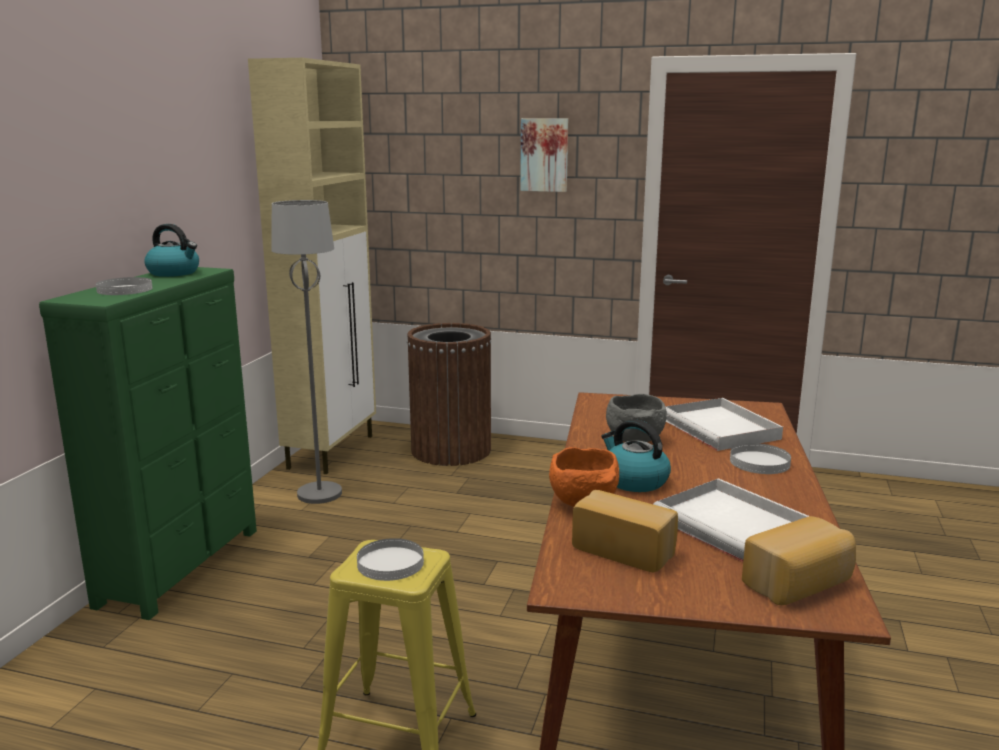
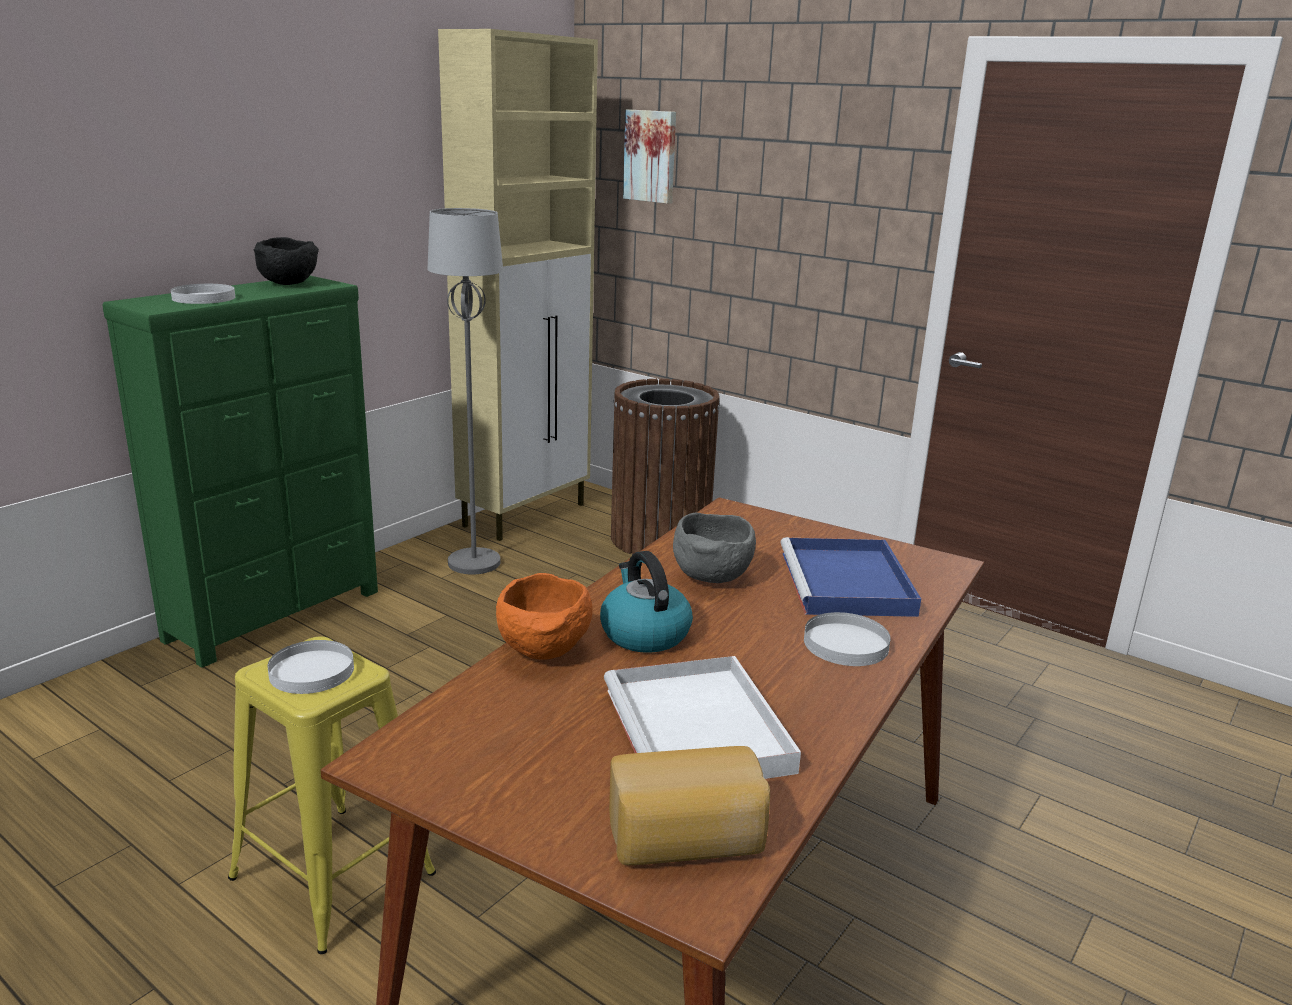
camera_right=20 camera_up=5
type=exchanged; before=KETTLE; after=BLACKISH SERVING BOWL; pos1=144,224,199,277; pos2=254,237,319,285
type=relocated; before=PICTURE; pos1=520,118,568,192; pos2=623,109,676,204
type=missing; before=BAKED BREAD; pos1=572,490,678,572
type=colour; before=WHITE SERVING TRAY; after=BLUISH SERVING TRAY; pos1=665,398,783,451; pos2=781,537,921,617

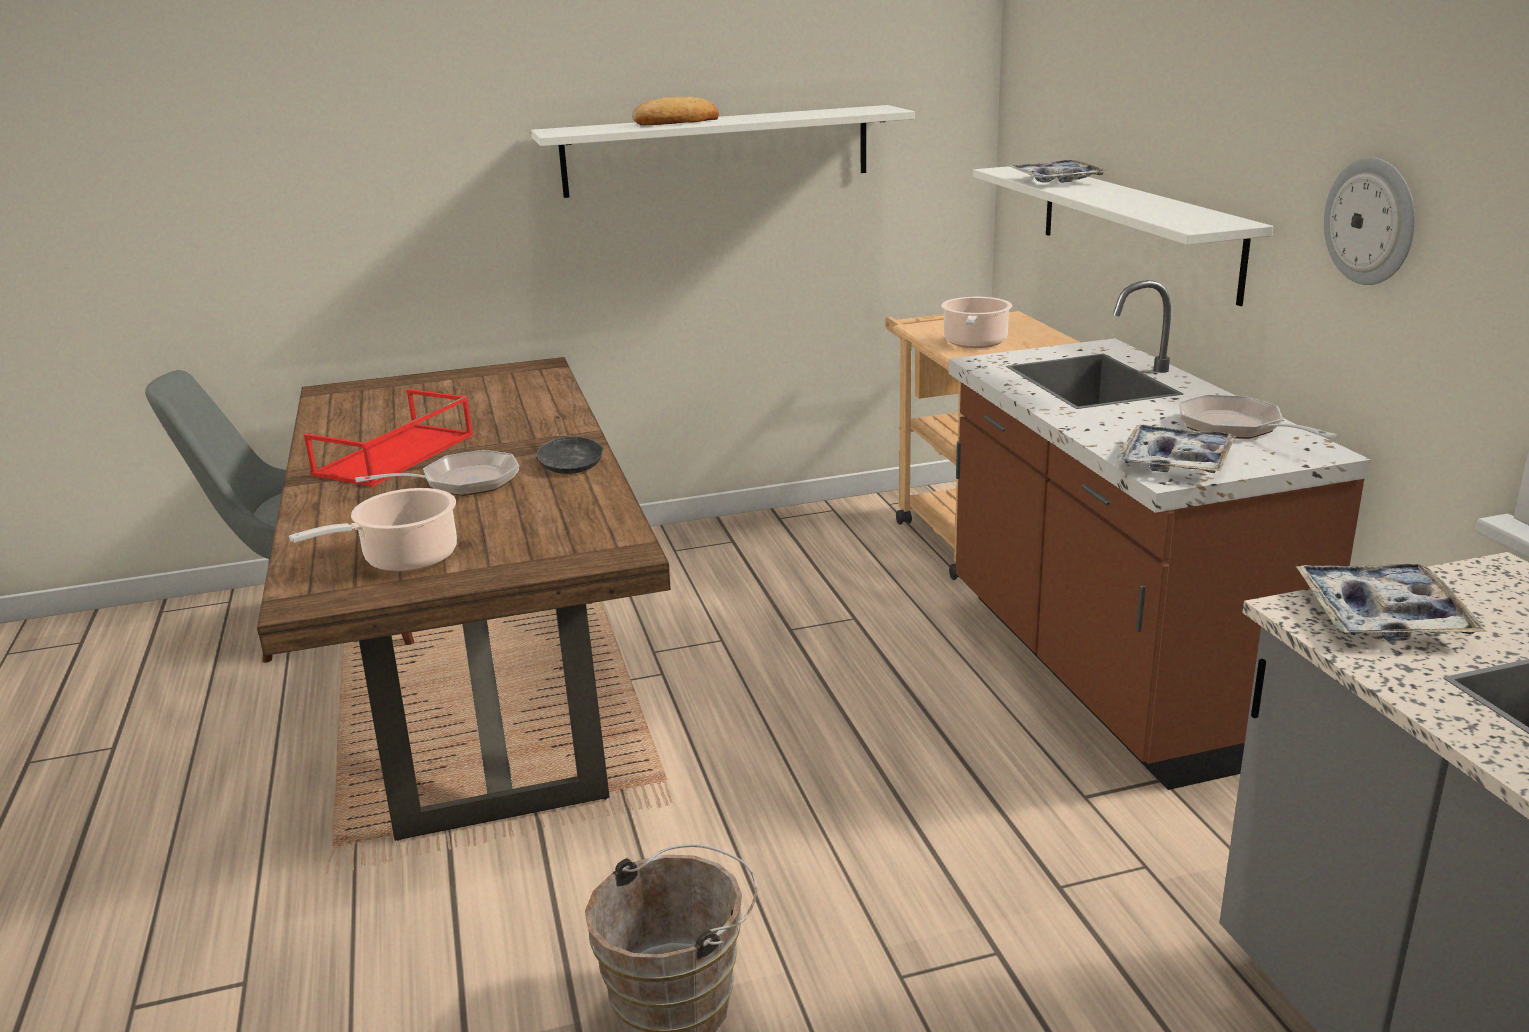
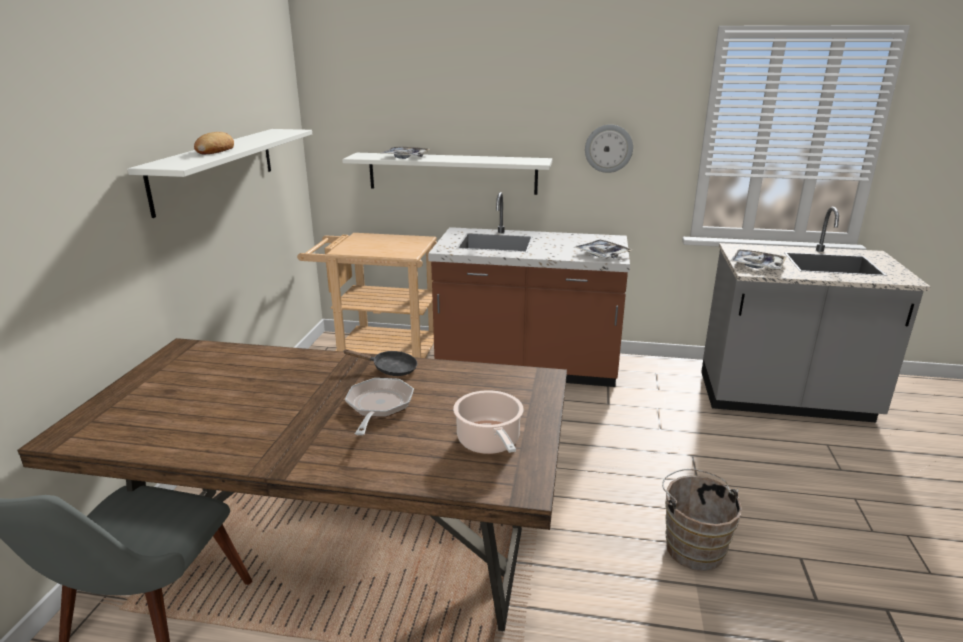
camera_right=-65 camera_up=0
type=missing; before=RED SERVING TRAY; pos1=304,389,473,487
type=missing; before=STOCKPOT; pos1=941,297,1012,348
type=missing; before=PAN; pos1=1179,395,1337,439

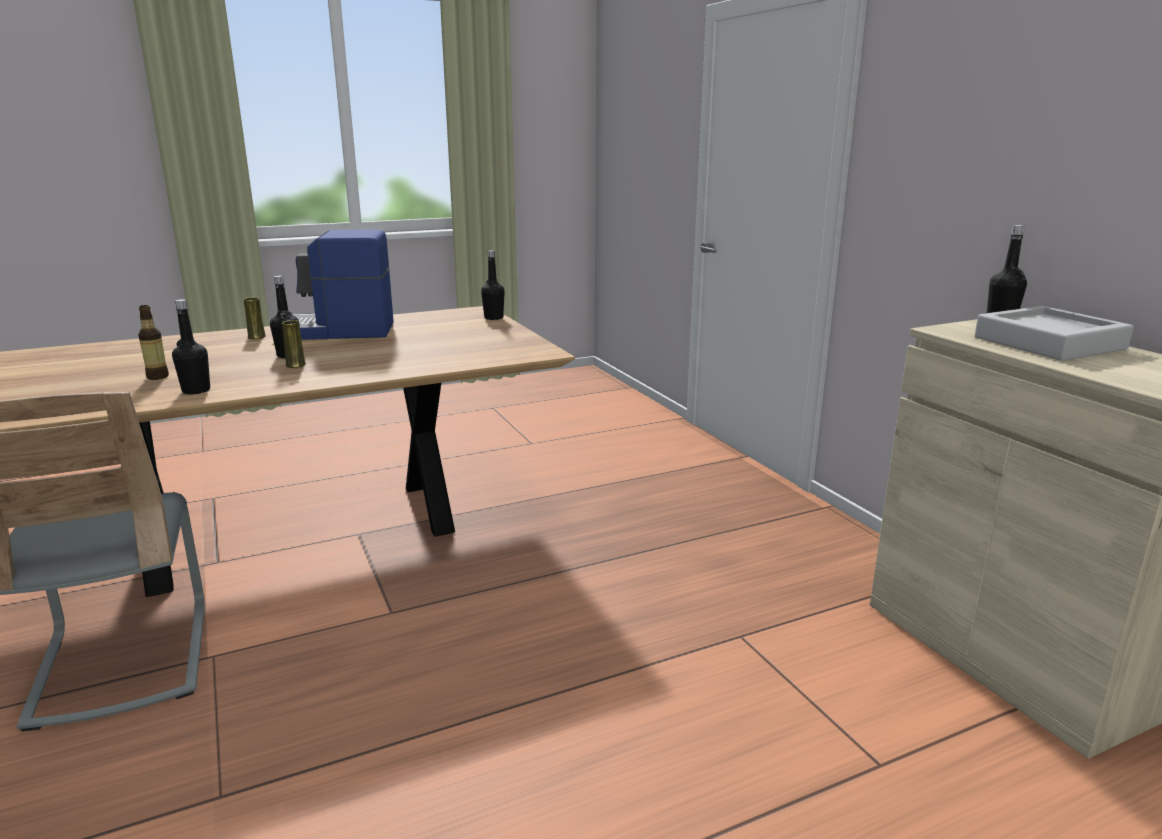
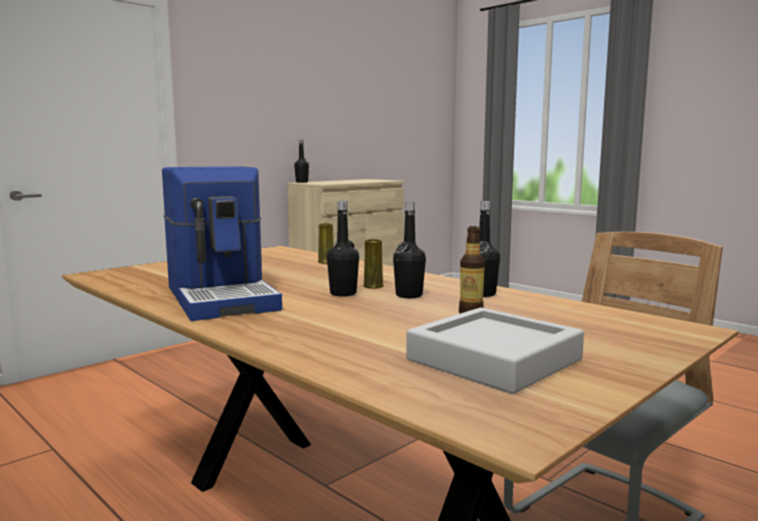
camera_right=-110 camera_up=-10
type=relocated; before=YELLOW FLOWER VASE; pos1=244,297,266,339; pos2=318,223,334,264
type=relocated; before=BLACKISH BOTTLE; pos1=481,250,505,320; pos2=393,201,426,298
type=relocated; before=GRAY SERVING TRAY; pos1=975,306,1134,361; pos2=406,307,584,394

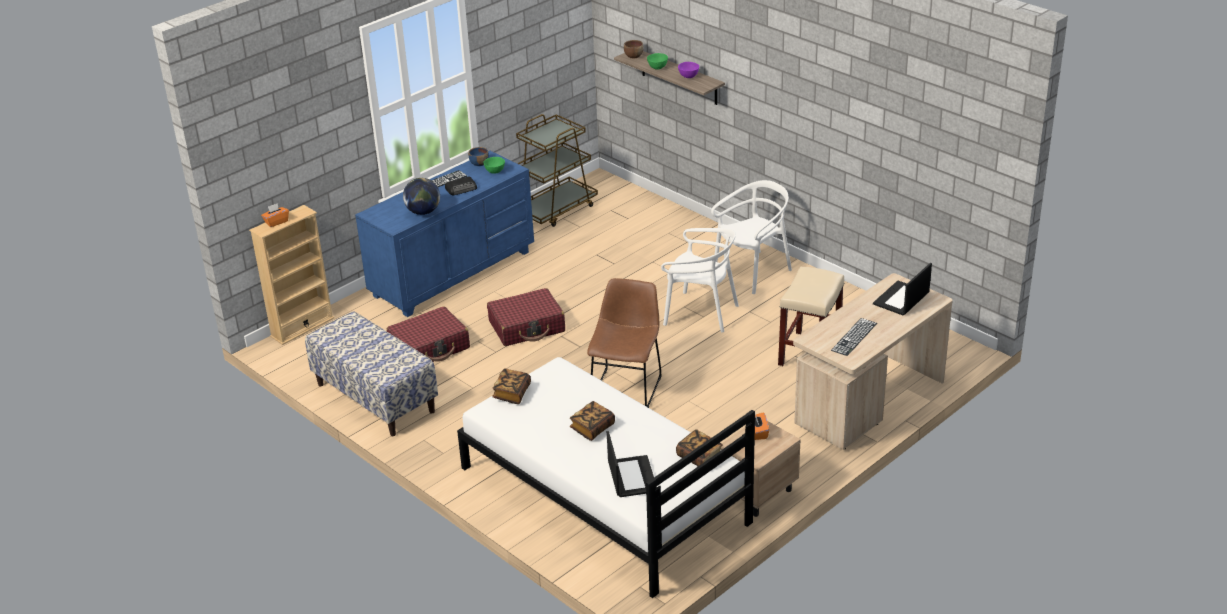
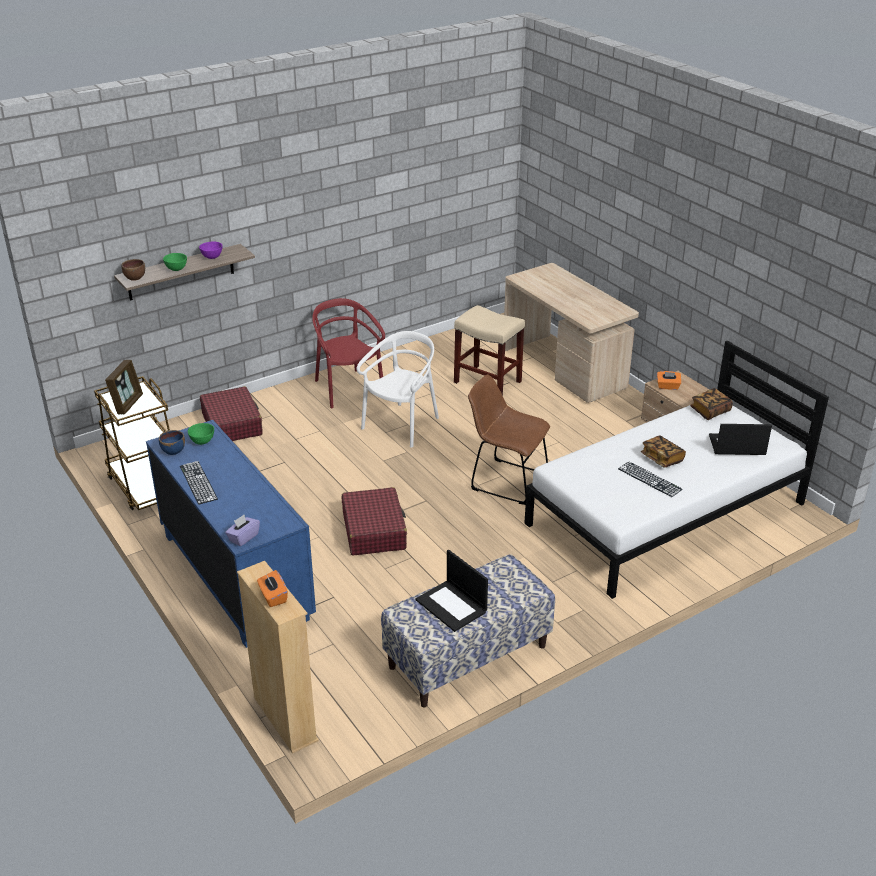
camera_right=-80 camera_up=0
type=relocated; before=RED TRAVEL CASE; pos1=387,307,470,362; pos2=200,386,263,441
type=missing; before=GLOBE; pos1=403,178,440,215
type=missing; before=RADIO; pos1=445,176,477,195
type=missing; before=VOLUME; pos1=492,369,531,404
type=colour; before=WHITE CHAIR; after=RED CHAIR; pos1=711,180,792,294; pos2=312,298,385,408
type=relocated; before=PC KEYBOARD; pos1=831,318,877,356; pos2=618,462,683,497
type=relocated; before=PORTABLE COMPUTER; pos1=873,263,932,315; pos2=416,550,488,632
type=appeared; after=PHOTO FRAME; pos2=105,360,143,414
type=appeared; after=PURPLE TISSUE BOX; pos2=225,515,260,546

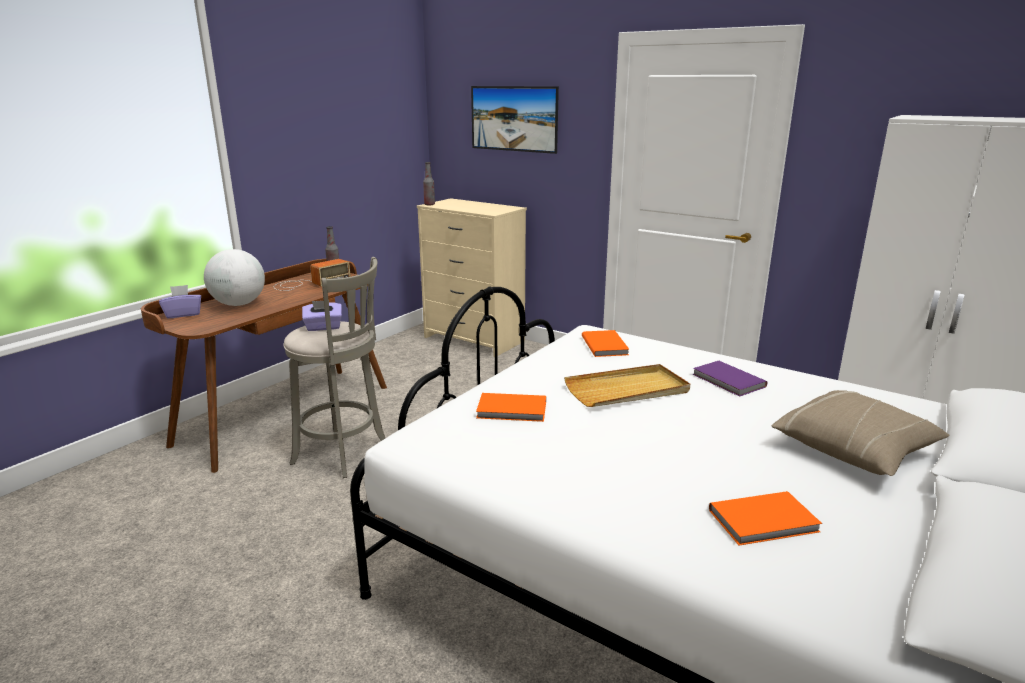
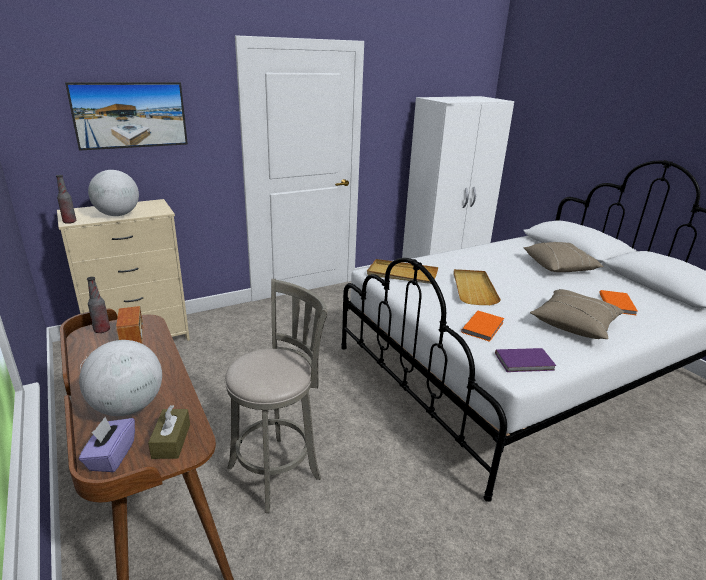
camera_right=-65 camera_up=5
type=missing; before=PURPLE TISSUE BOX; pos1=302,301,342,331
type=exchanged; before=ORANGE VOLUME; after=BEIGE SERVING TRAY; pos1=582,330,629,357; pos2=367,259,438,284
type=relocated; before=PURPLE VOLUME; pos1=692,361,767,397; pos2=495,348,556,372
type=appeared; after=GLOBE; pos2=88,170,139,216
type=appeared; after=BROWNISH TISSUE BOX; pos2=148,405,190,459
type=appeared; after=BEIGE THROW PILLOW; pos2=530,289,624,339

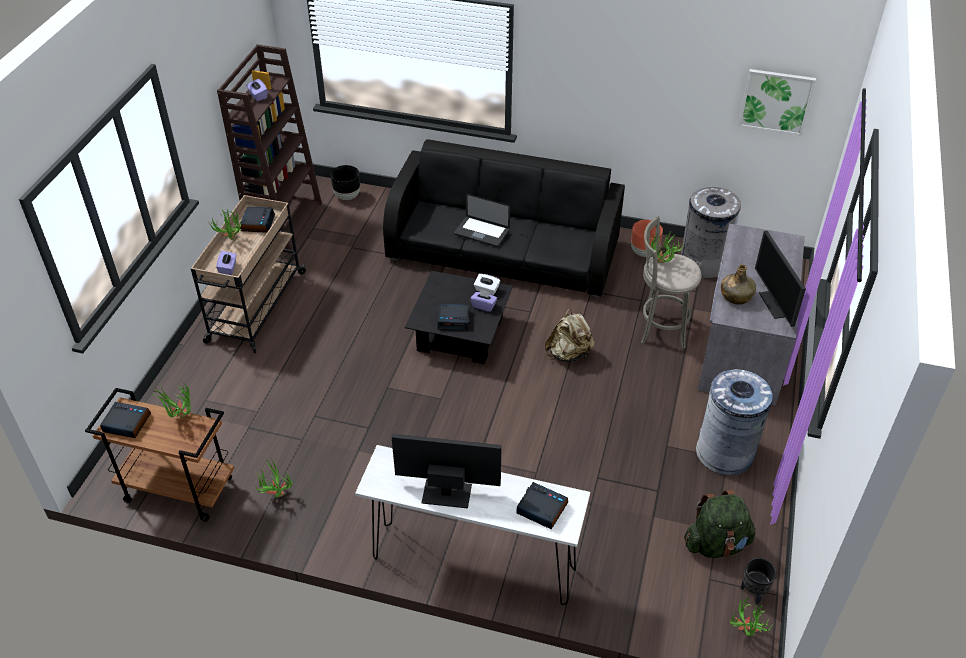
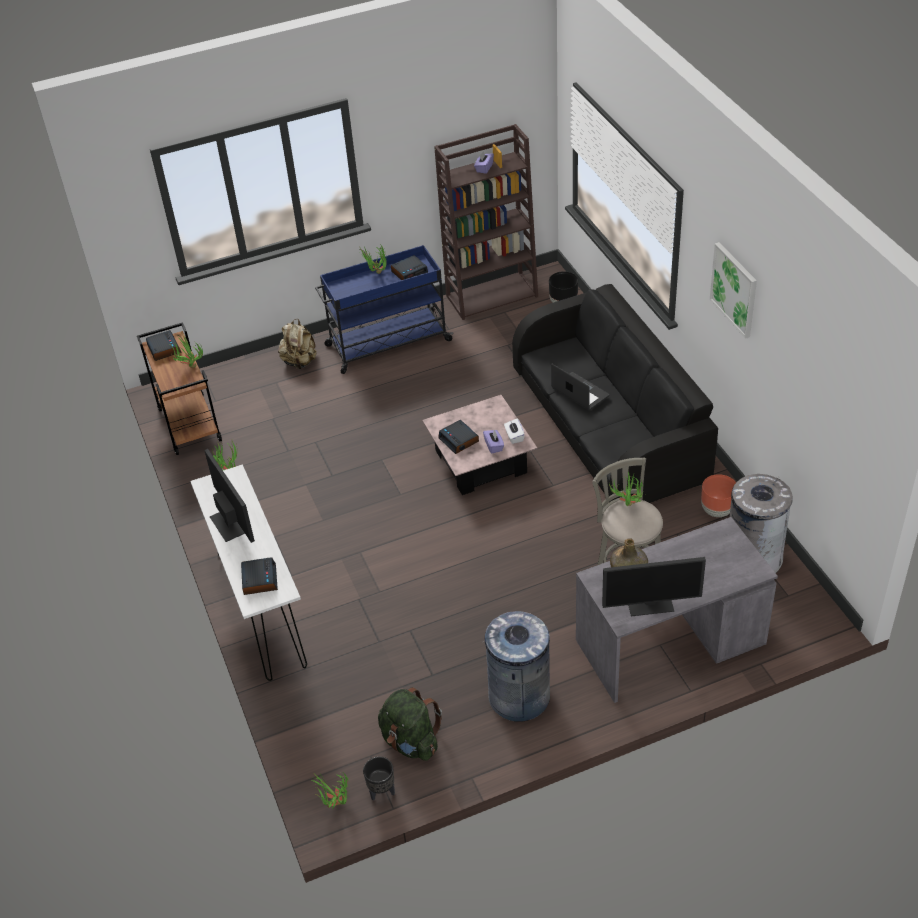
camera_right=55 camera_up=0
type=colour; before=BEIGE CART; after=BLUISH CART; pos1=191,195,307,353; pos2=315,245,453,374
type=missing; before=PURPLE TISSUE BOX; pos1=216,251,237,275
type=colour; before=BLACKISH LOW TABLE; after=PINK LOW TABLE; pos1=405,271,513,364; pos2=422,395,538,495
type=spun; before=PORTABLE COMPUTER; pos1=454,194,510,247; pos2=551,363,609,411; turn=150
type=relocated; before=BEIGE KNAPSACK; pos1=545,309,595,362; pos2=278,319,317,369
type=relocated; before=PICTURE; pos1=738,69,816,136; pos2=710,242,757,339
type=spun; before=COMPUTER SCREEN; pos1=755,231,806,327; pos2=602,557,706,616; turn=-135

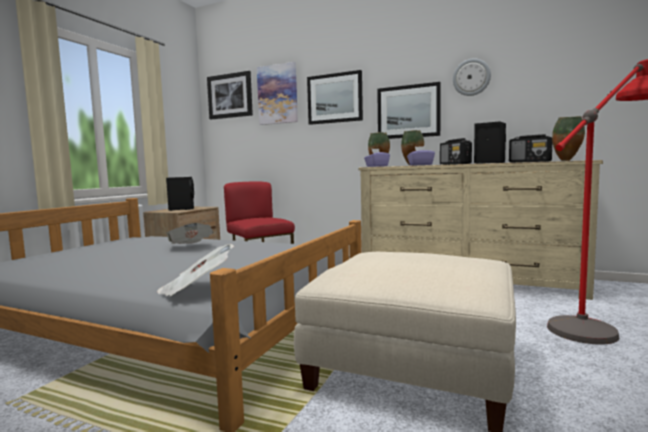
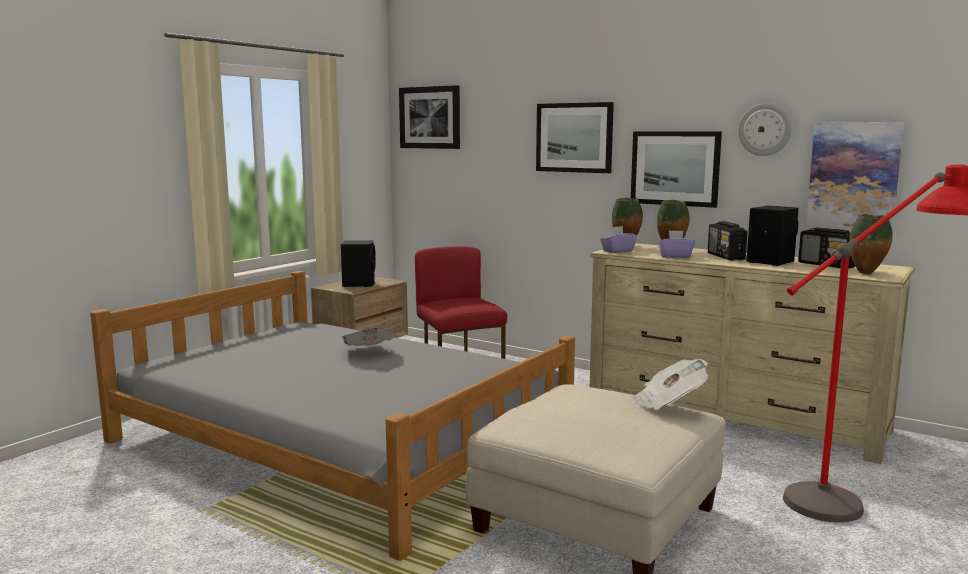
camera_right=10 camera_up=5
type=relocated; before=DAILY PAPER; pos1=157,244,234,297; pos2=630,359,708,410
type=relocated; before=PICTURE; pos1=257,62,298,125; pos2=806,122,904,231

